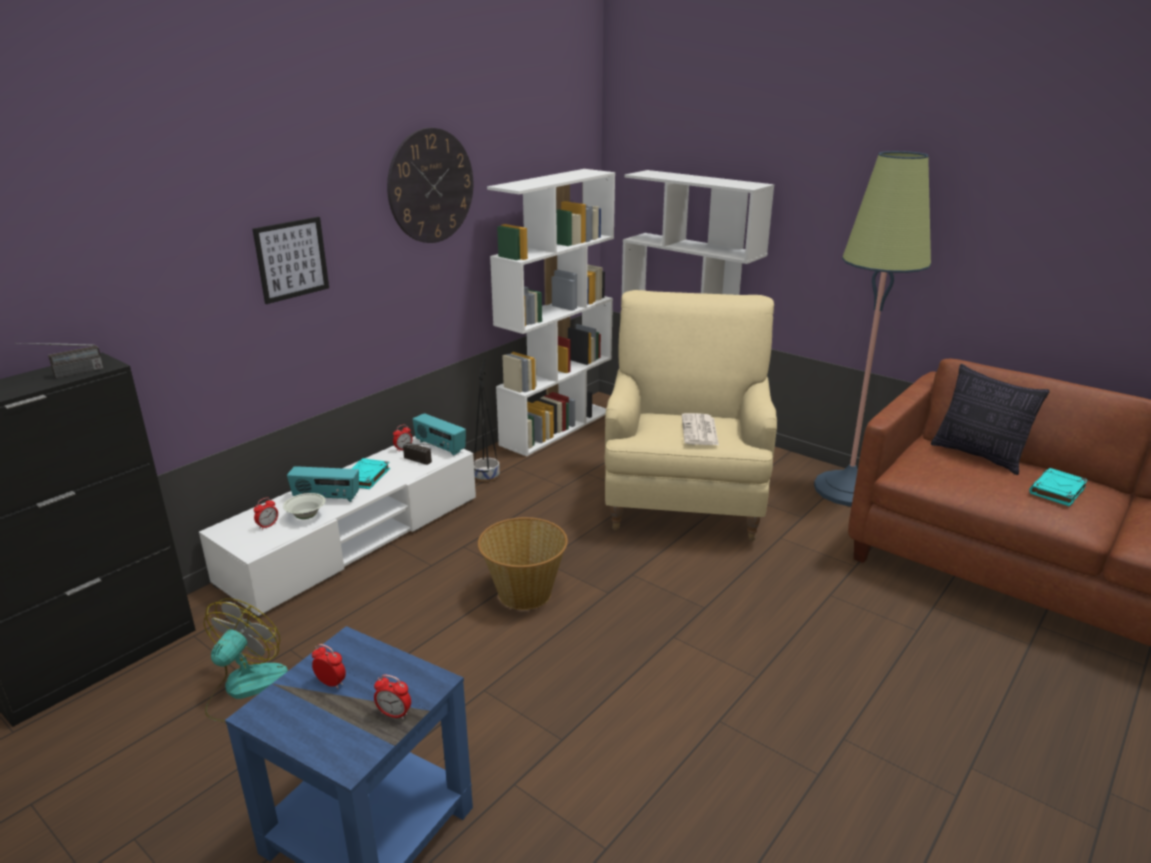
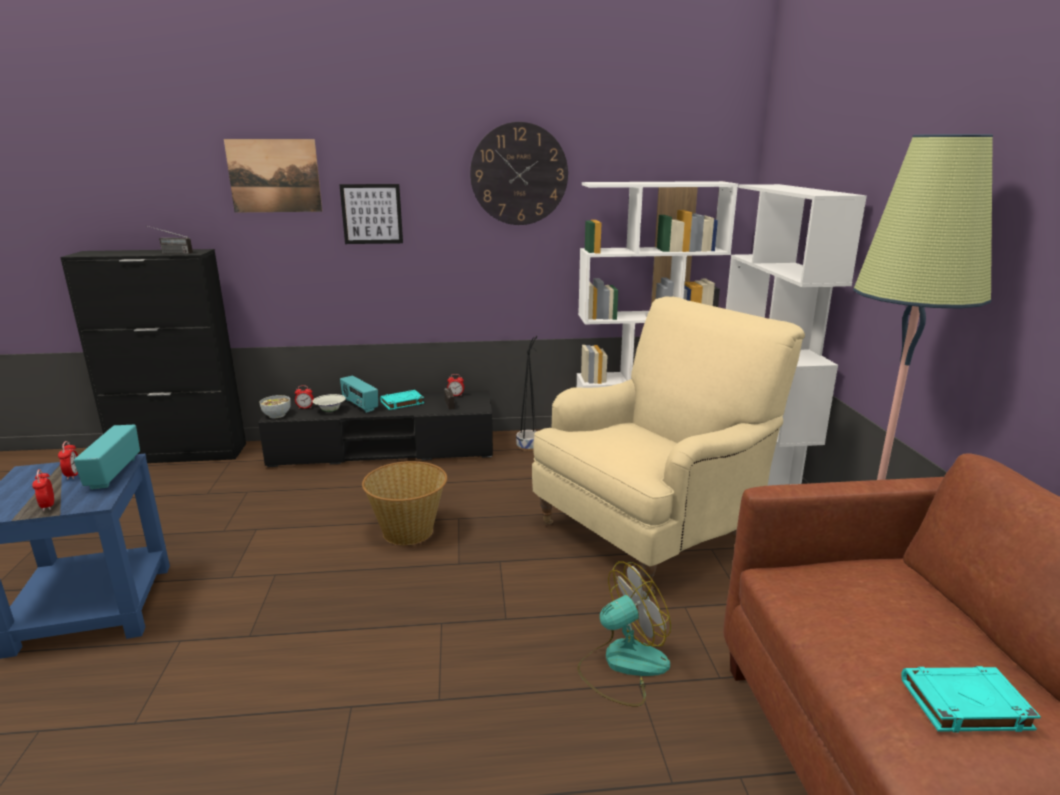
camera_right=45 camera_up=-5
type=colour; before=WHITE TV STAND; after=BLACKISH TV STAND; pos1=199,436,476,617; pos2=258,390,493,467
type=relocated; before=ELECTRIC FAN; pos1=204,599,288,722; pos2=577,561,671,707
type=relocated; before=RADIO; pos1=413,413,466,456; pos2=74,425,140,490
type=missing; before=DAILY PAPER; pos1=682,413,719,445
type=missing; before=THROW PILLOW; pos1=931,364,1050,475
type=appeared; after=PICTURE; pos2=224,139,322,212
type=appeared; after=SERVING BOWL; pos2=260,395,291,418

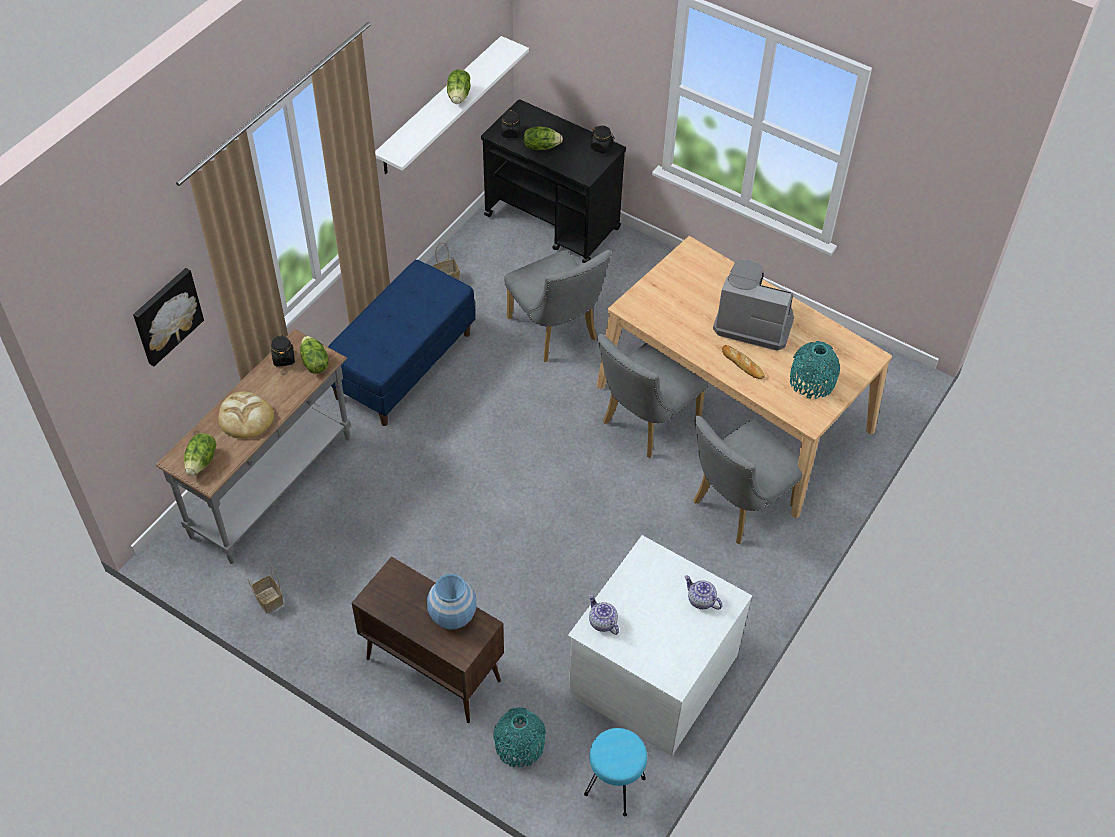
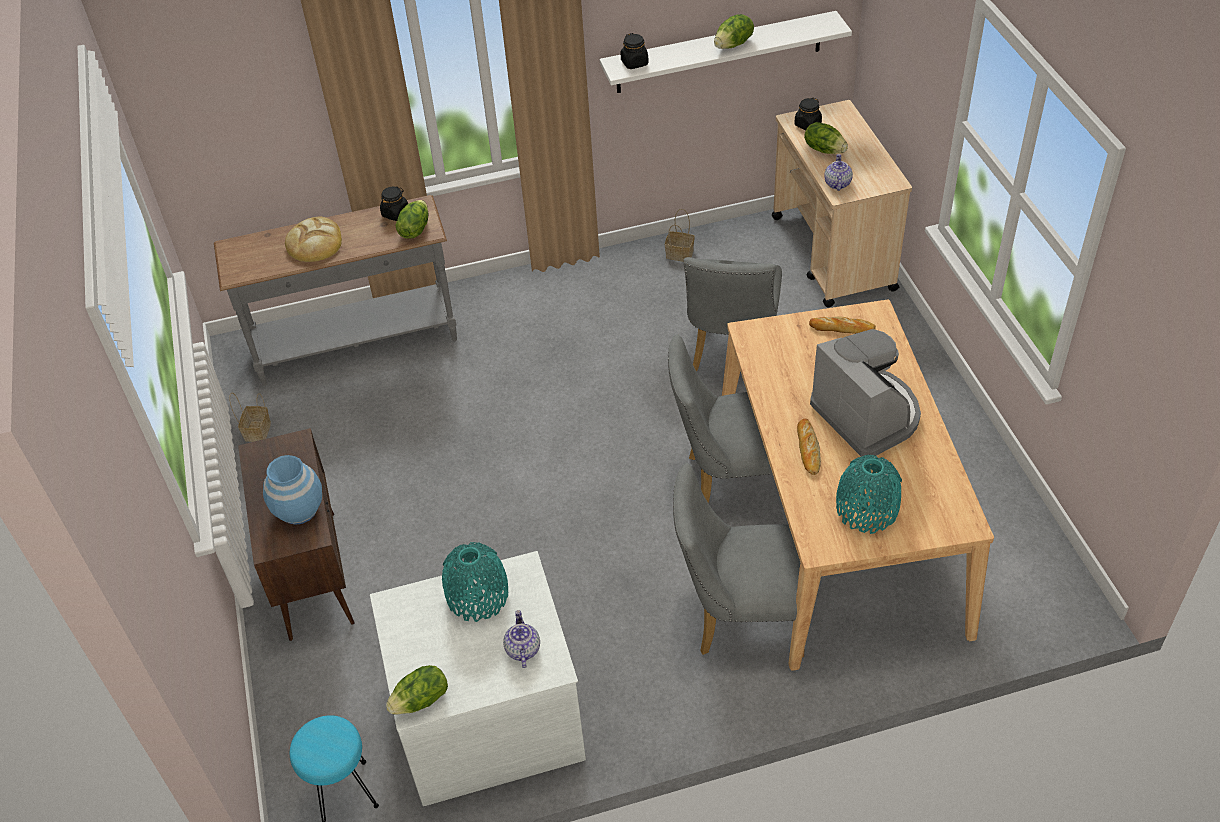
camera_right=45 camera_up=-5
type=missing; before=PICTURE; pos1=133,268,204,366
type=relocated; before=LETTUCE HEAD; pos1=184,433,216,476; pos2=386,665,448,715
type=missing; before=BLUISH INDOOR BENCH; pos1=328,260,475,426
type=colour; before=BLACKISH CART; after=BEIGE CART; pos1=481,99,626,263; pos2=772,100,912,307
type=relocated; before=TURQUOISE FLOWER VASE; pos1=493,707,546,767; pos2=442,542,508,622
type=relocated; before=POT FOR TEA; pos1=589,594,619,635; pos2=824,154,853,191
type=relocated; before=BLACKISH PRESERVE JAR; pos1=591,126,614,154; pos2=621,33,649,69
type=appeared; after=BAKED BREAD; pos2=809,316,876,334

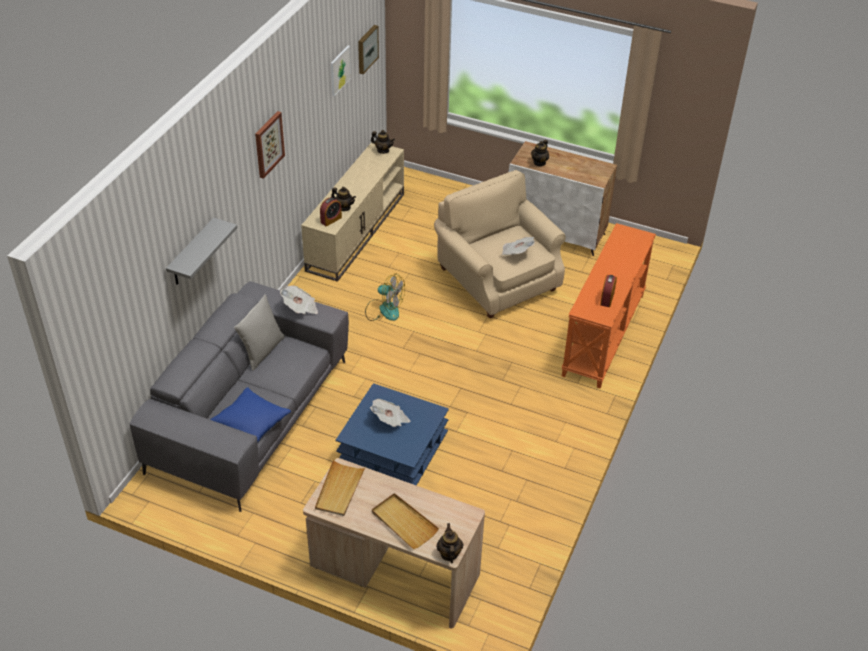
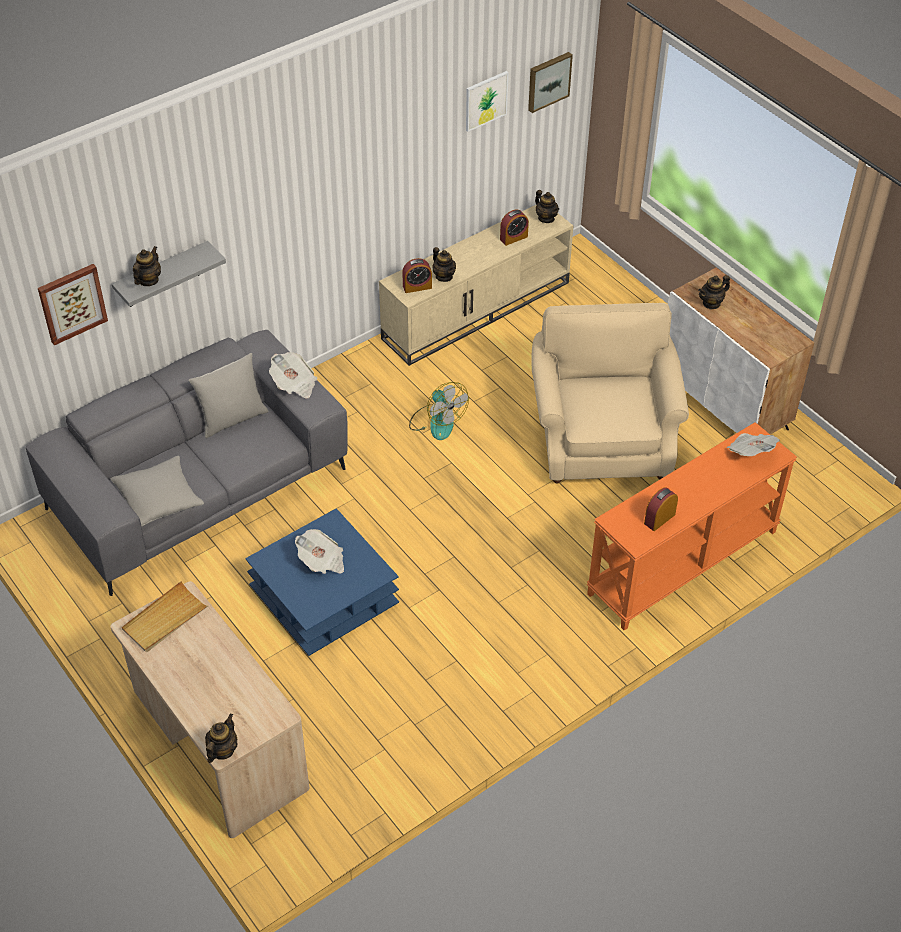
camera_right=30 camera_up=5
type=colour; before=BLUISH THROW PILLOW; after=GRAY THROW PILLOW; pos1=210,387,291,442; pos2=110,456,204,526
type=relocated; before=PICTURE; pos1=255,111,285,179; pos2=38,264,108,345
type=missing; before=BEIGE SERVING TRAY; pos1=372,493,439,549
type=relocated; before=DAILY PAPER; pos1=501,237,535,255; pos2=726,433,780,456
type=appeared; after=POT FOR TEA; pos2=133,246,161,286
type=appeared; after=TABLE CLOCK; pos2=500,210,529,246

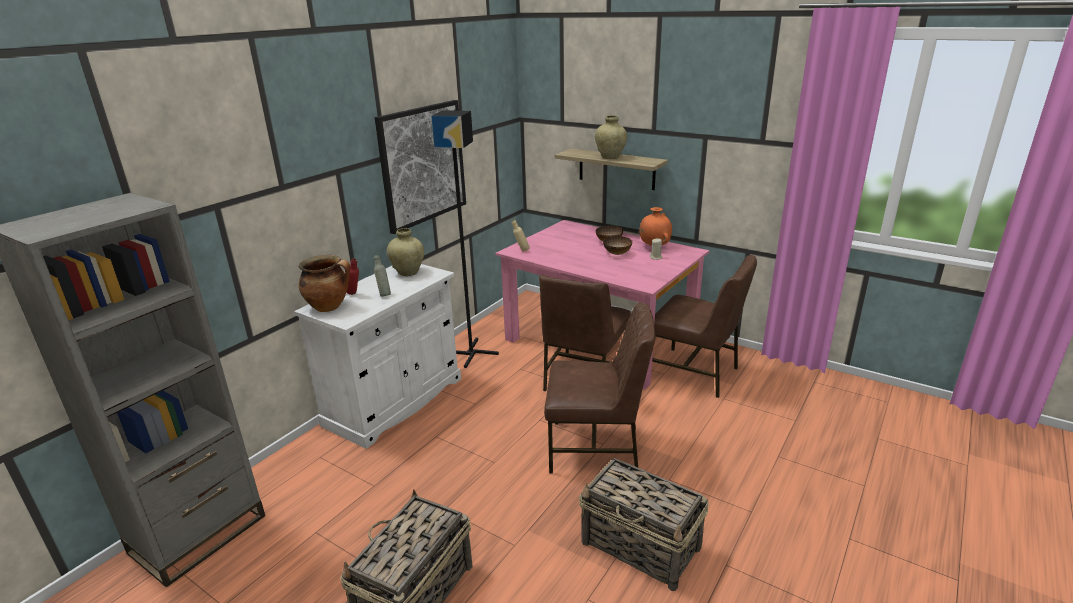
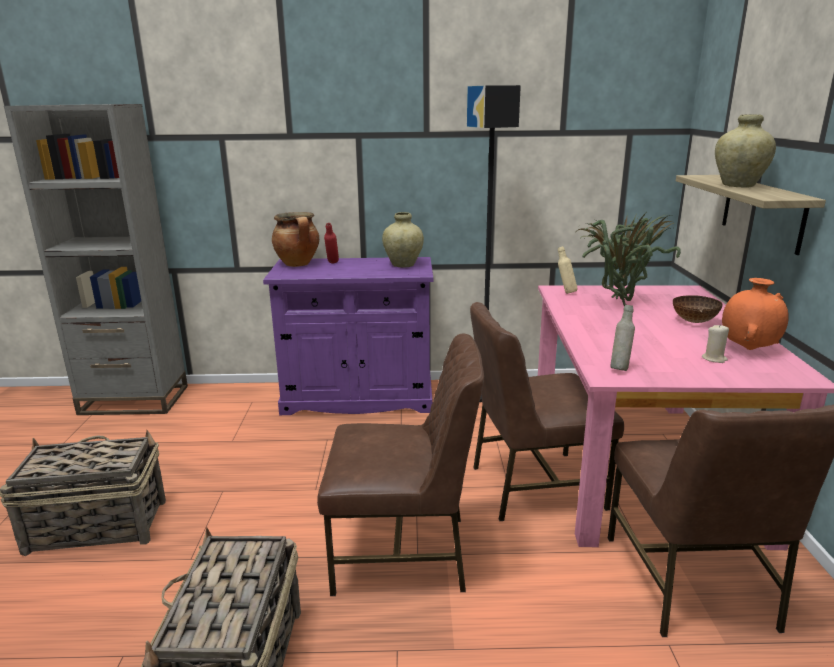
camera_right=55 camera_up=-5
type=colour; before=WHITE CUPBOARD; after=PURPLE CUPBOARD; pos1=294,264,461,449; pos2=263,257,433,415
type=relocated; before=GRAY BOTTLE; pos1=374,255,391,297; pos2=611,305,635,371
type=missing; before=PICTURE; pos1=375,100,466,234
type=spun; before=BROWNISH CHAIR; pos1=544,302,656,473; pos2=317,334,484,596; turn=-60
type=missing; before=SERVING BOWL; pos1=603,236,633,255
type=appeared; after=POTTED PLANT; pos2=577,213,681,306

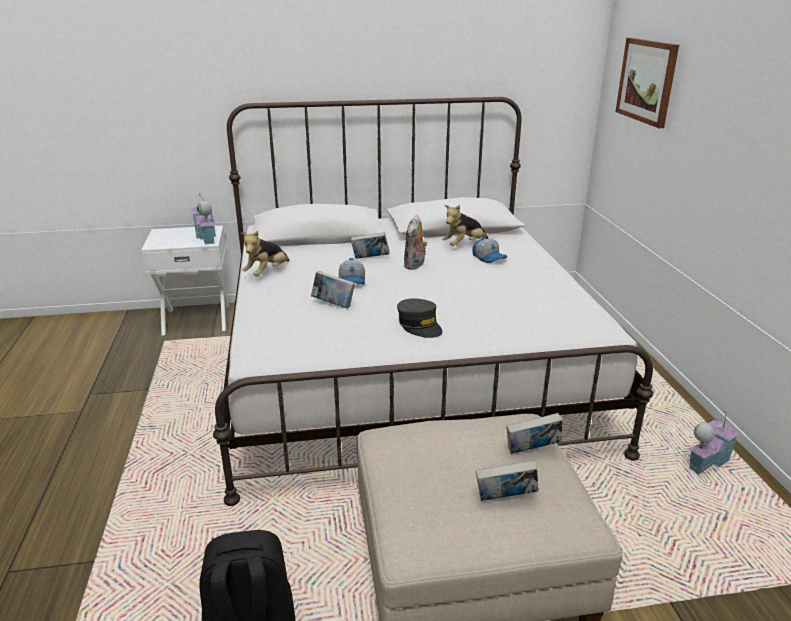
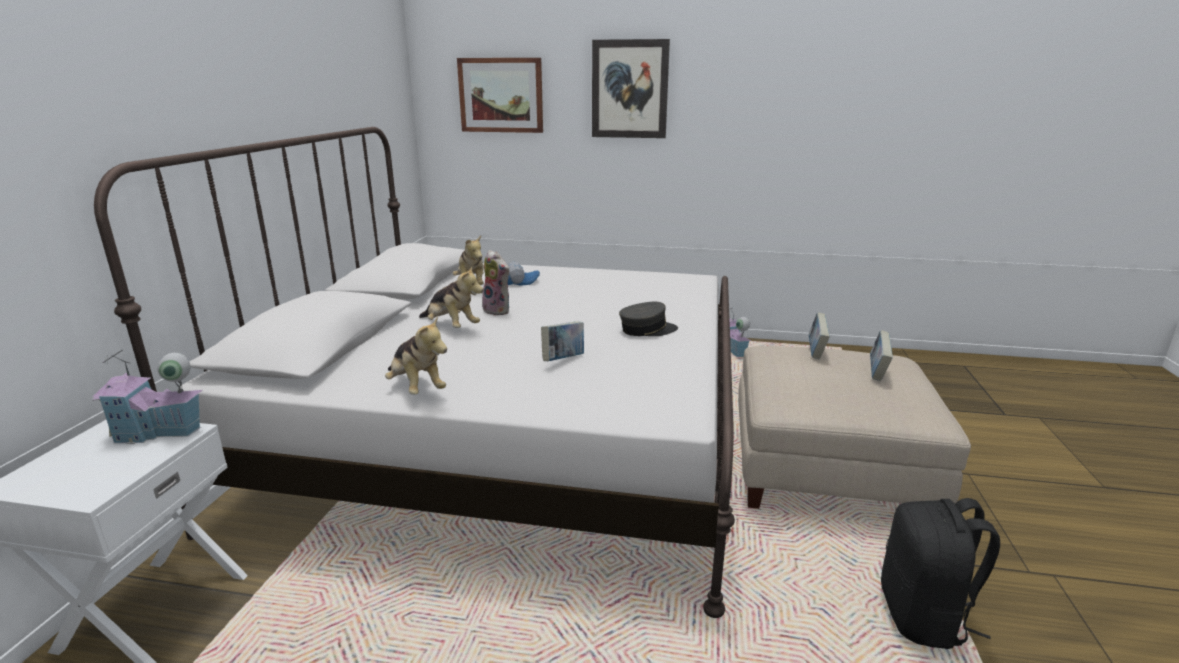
camera_right=-70 camera_up=-5
type=missing; before=BASEBALL CAP; pos1=339,258,365,285
type=exchanged; before=VOLUME; after=PLUSH TOY; pos1=351,232,390,259; pos2=419,266,483,328
type=appeared; after=PICTURE; pos2=592,39,670,138

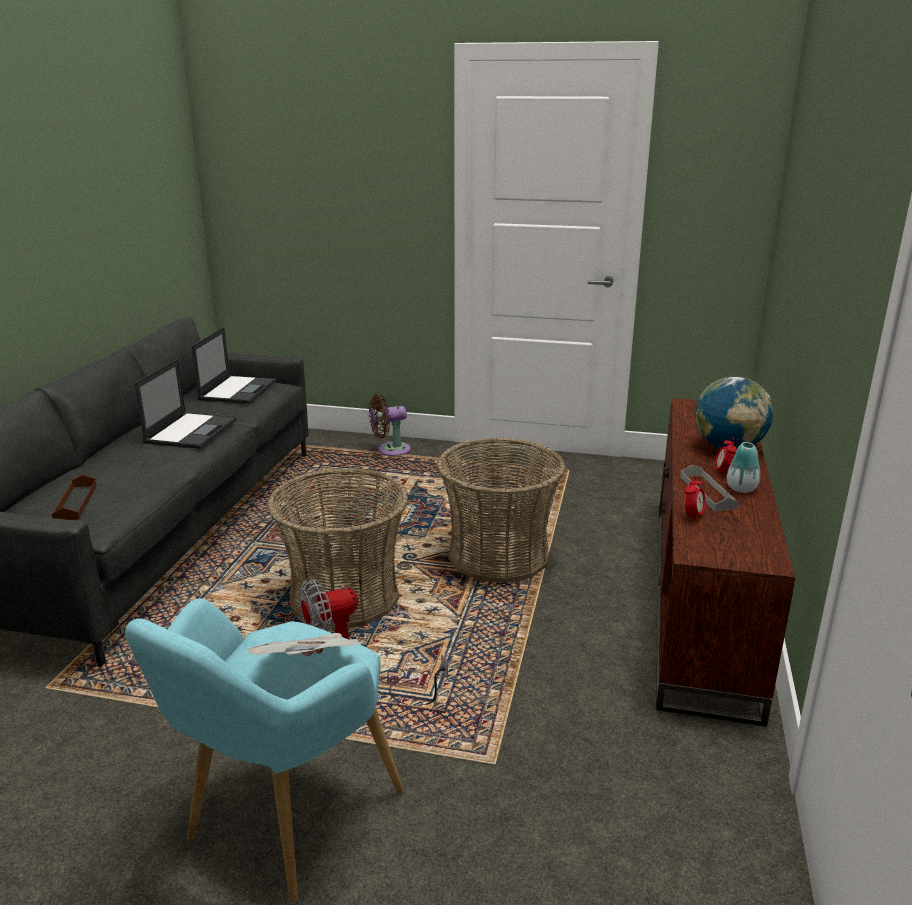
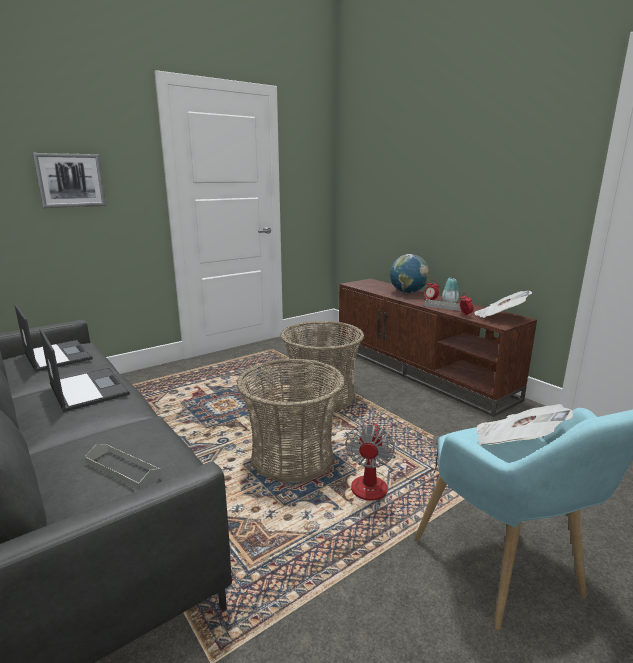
camera_right=-50 camera_up=-5
type=colour; before=BROWNISH SERVING TRAY; after=GRAY SERVING TRAY; pos1=52,475,97,520; pos2=85,444,163,490
type=missing; before=BROWNISH ELECTRIC FAN; pos1=369,394,411,456
type=appeared; after=PICTURE; pos2=33,153,106,208
type=appeared; after=DAILY PAPER; pos2=474,291,532,318

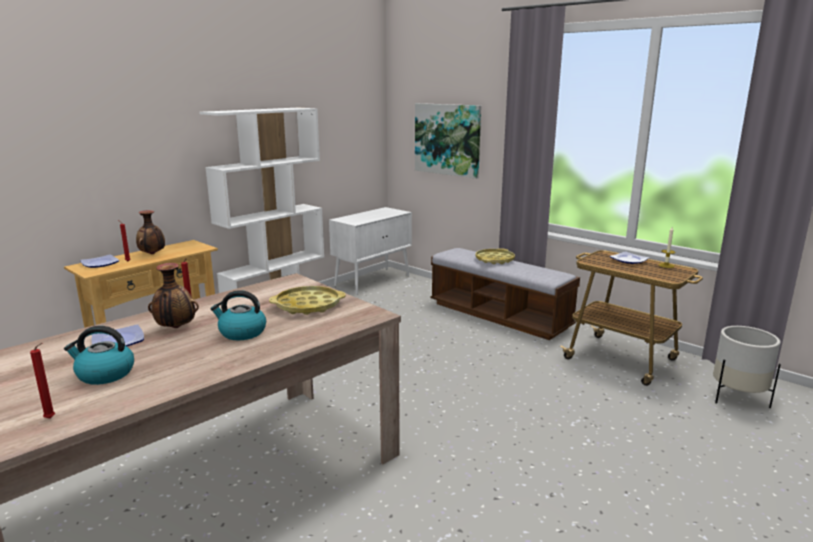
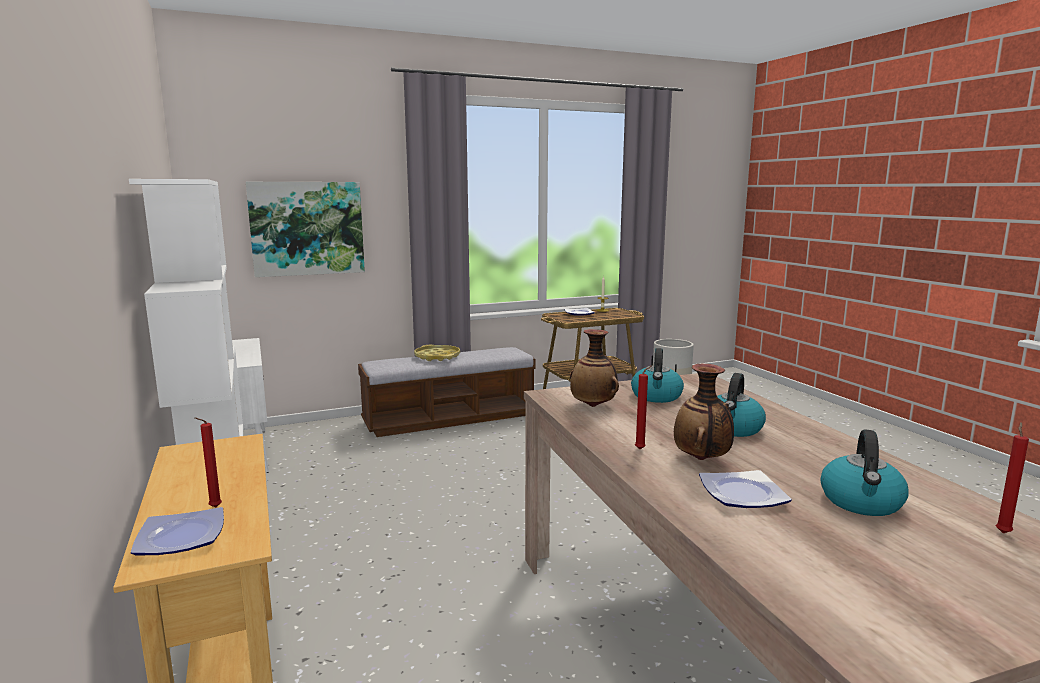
camera_right=-65 camera_up=-5
type=relocated; before=FLOWER VASE; pos1=136,210,165,254; pos2=570,329,619,407
type=exchanged; before=YELLOW SERVING TRAY; after=KETTLE; pos1=269,286,345,315; pos2=631,348,684,403

